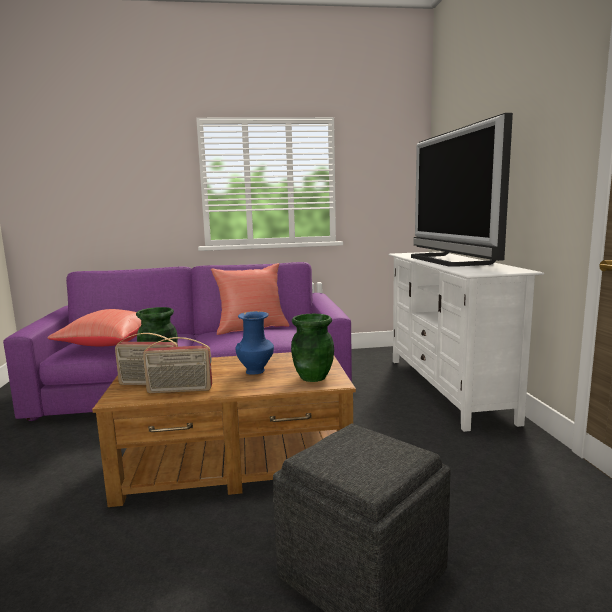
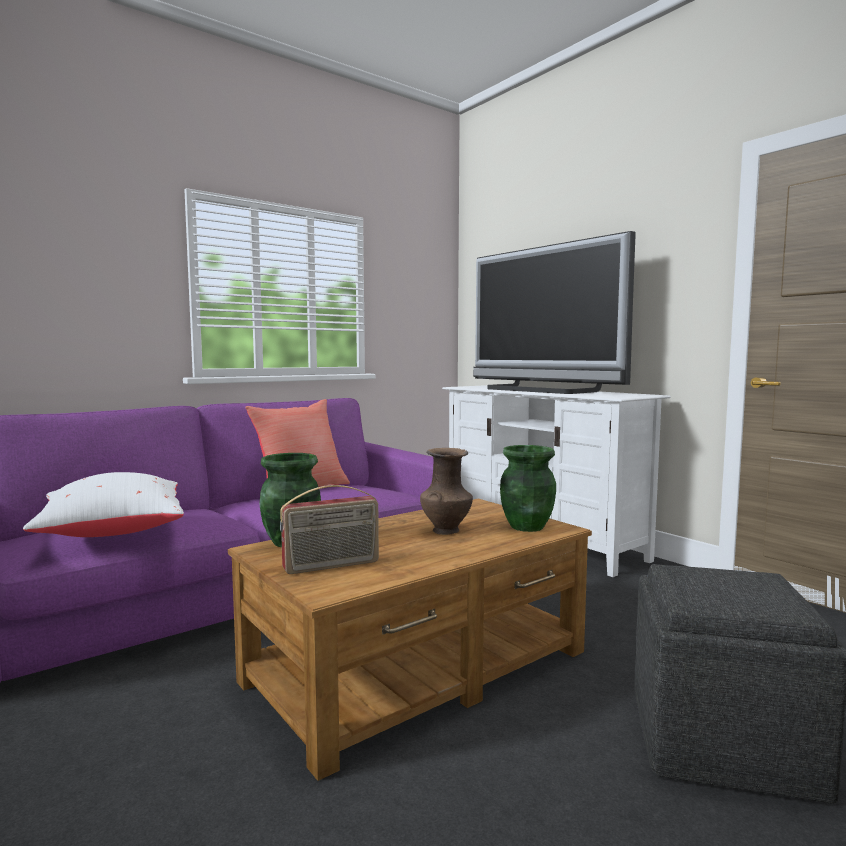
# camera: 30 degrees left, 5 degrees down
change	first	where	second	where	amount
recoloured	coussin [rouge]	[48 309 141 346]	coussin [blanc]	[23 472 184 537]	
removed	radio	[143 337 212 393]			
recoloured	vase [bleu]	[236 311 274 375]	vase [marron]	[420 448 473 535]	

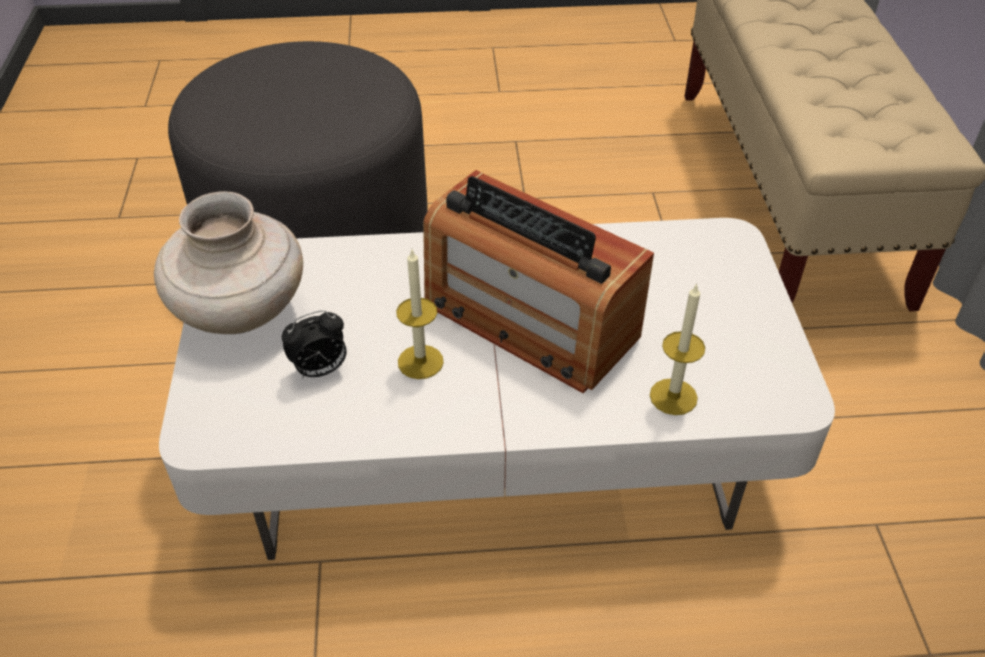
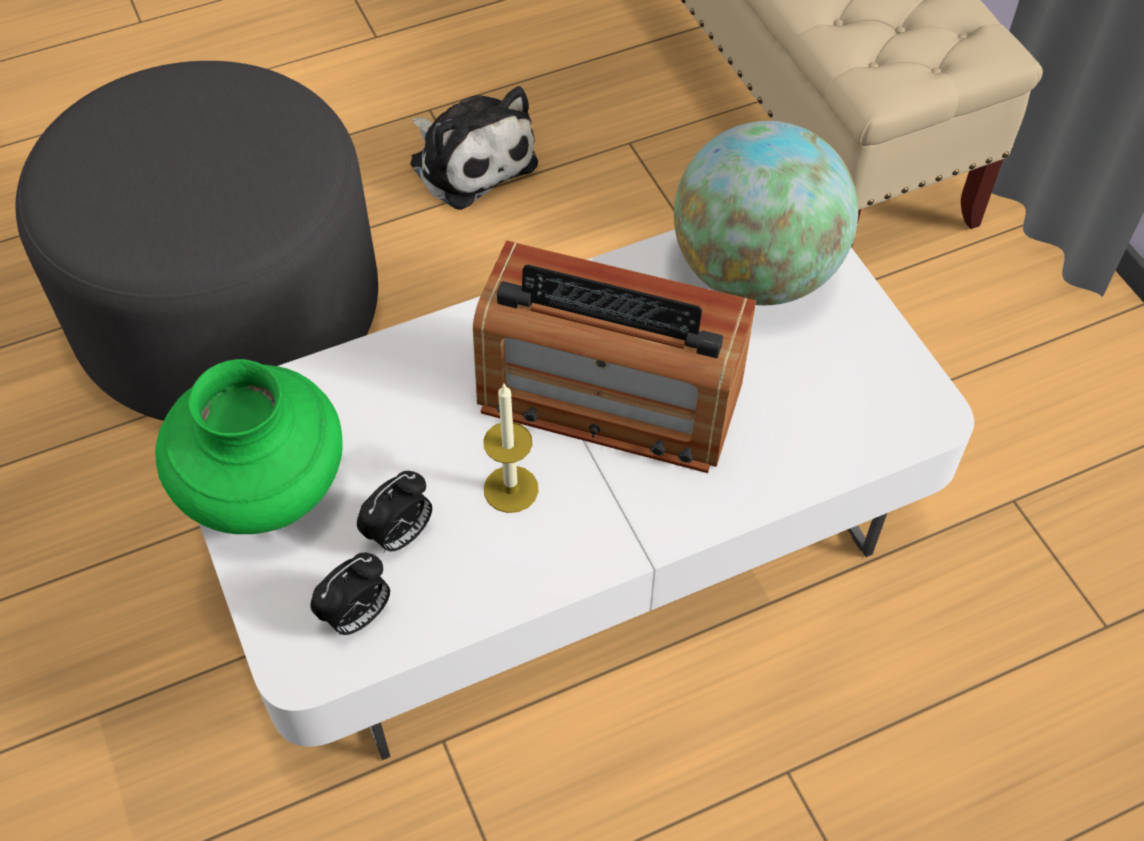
# camera: 20 degrees left, 10 degrees up
change	first	where	second	where	amount
recoloured	vase [beige]	[154 191 303 334]	vase [vert]	[155 359 342 534]	
removed	bougie	[650 284 705 415]			
added			réveil	[310 552 390 635]	
added			peluche	[410 86 538 210]	
added			globe	[674 121 858 305]	

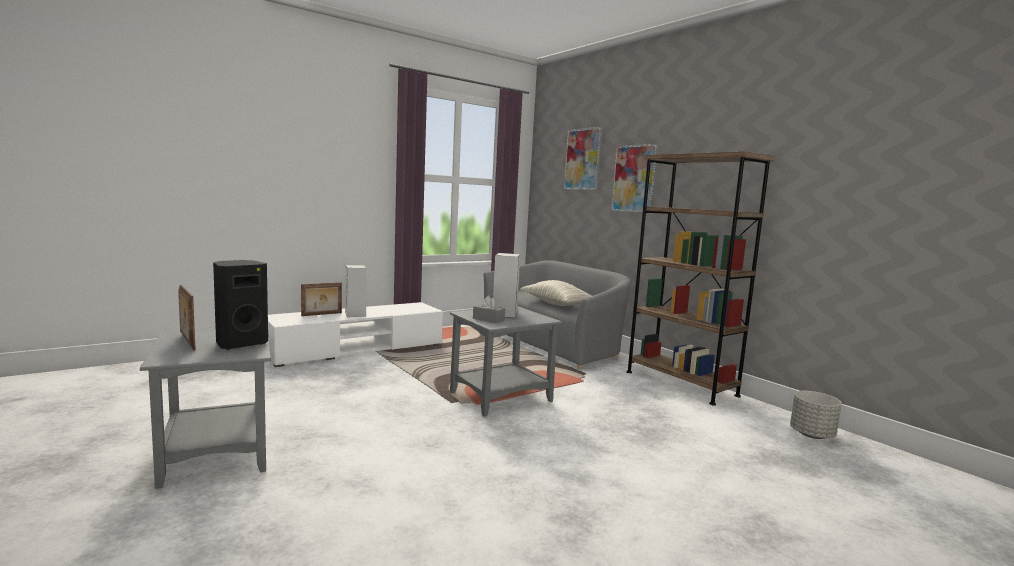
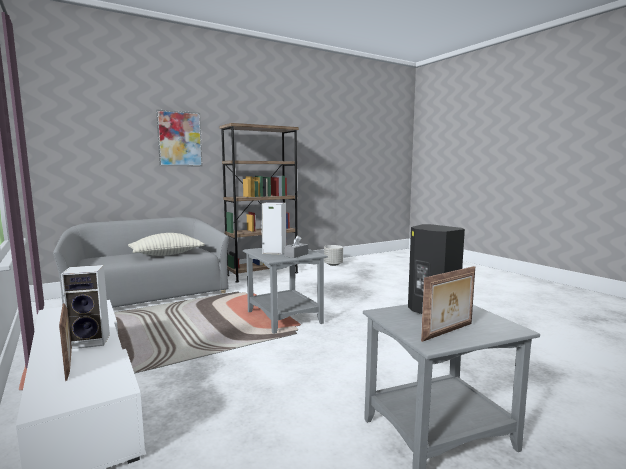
# camera: 85 degrees left, 0 degrees up
change	first	where	second	where	amount
removed	tableau	[564 127 603 190]			

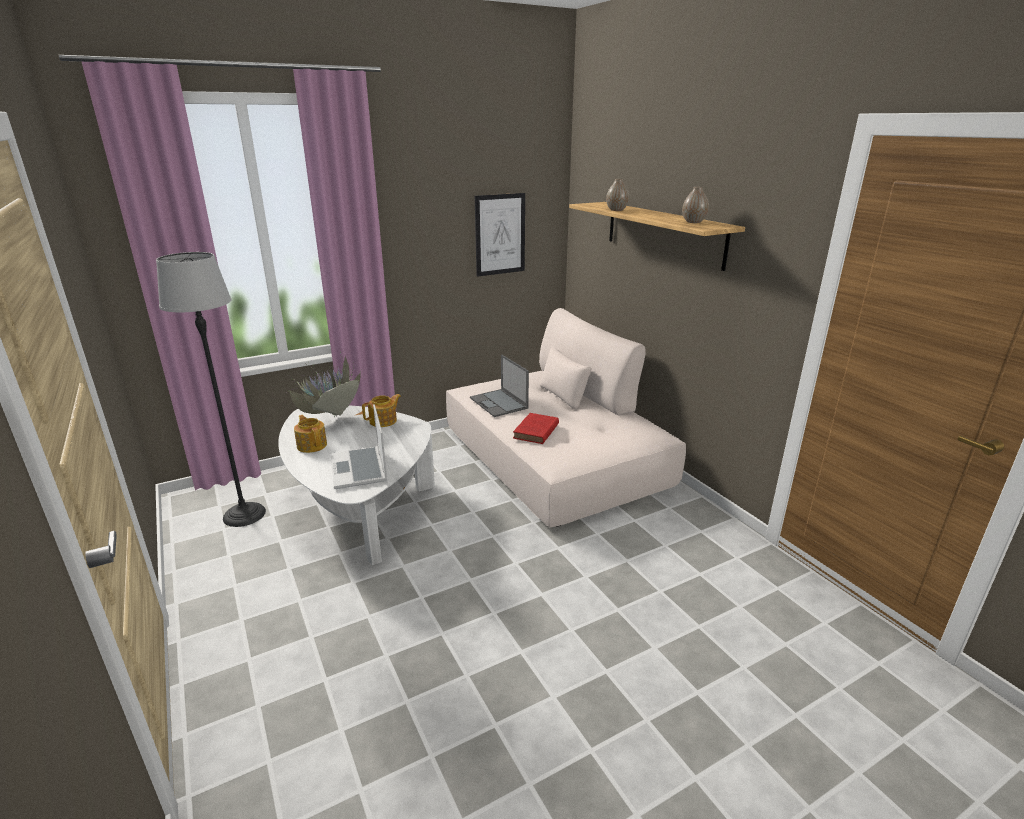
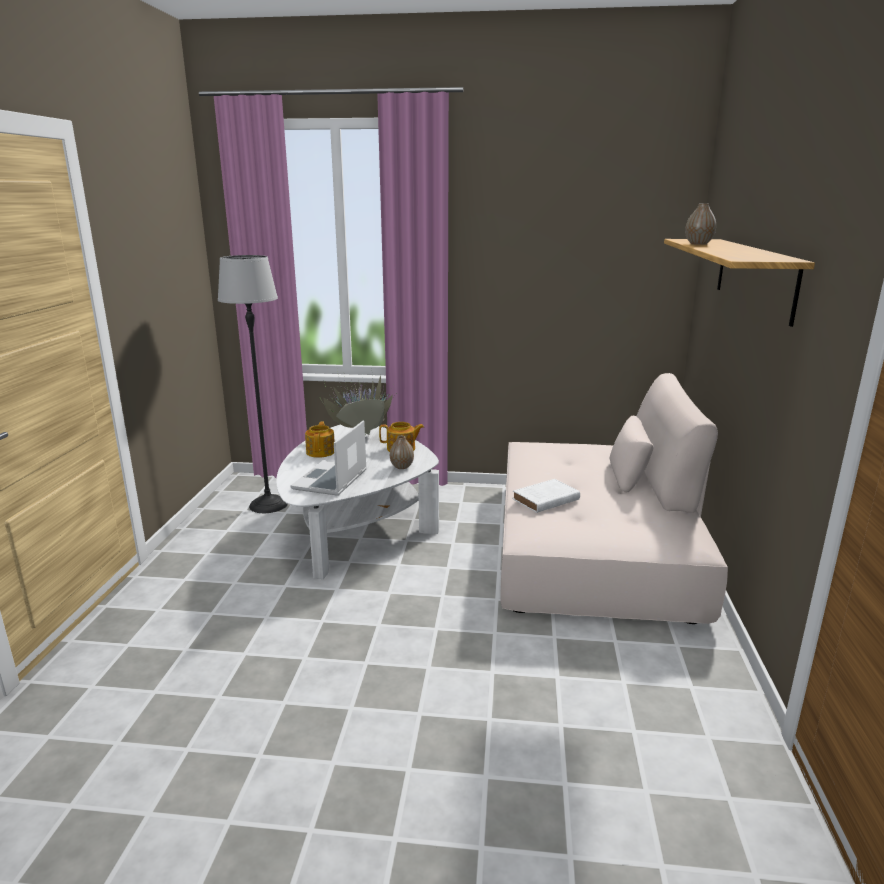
# camera: 35 degrees right, 5 degrees down
change	first	where	second	where	amount
removed	ordinateur portable	[470 355 529 417]			
removed	tableau	[475 193 525 277]			
recoloured	livre [rouge]	[513 413 559 444]	livre [blanc]	[512 479 580 513]	
moved	vase	[682 187 709 223]		[390 436 414 469]	

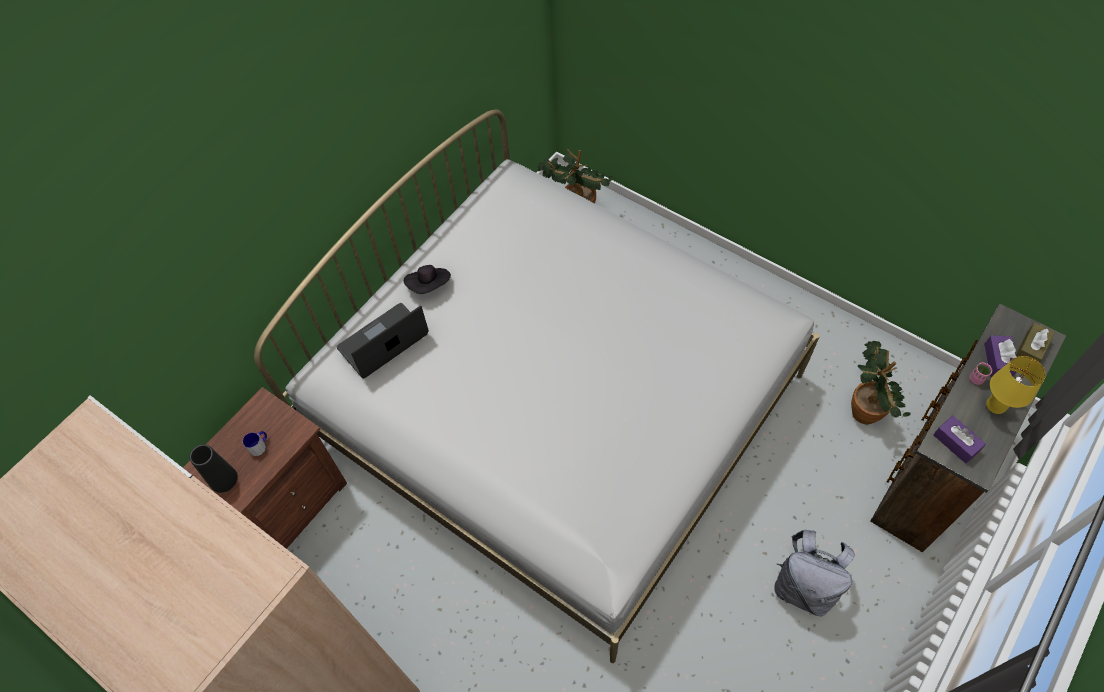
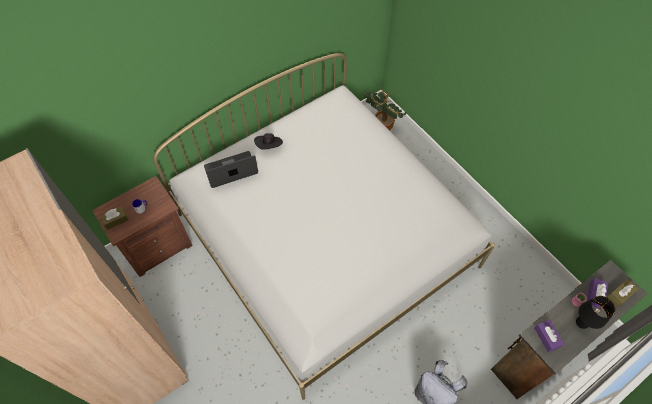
# camera: 15 degrees right, 0 degrees up
change	first	where	second	where	amount
replaced	vase [noir]	[190 444 238 493]	boîte à mouchoirs [marron]	[100 207 128 230]	
removed	plante en pot	[851 341 911 425]			
recoloured	lampe de table [jaune]	[986 356 1046 414]	lampe de table [noir]	[576 296 615 329]	

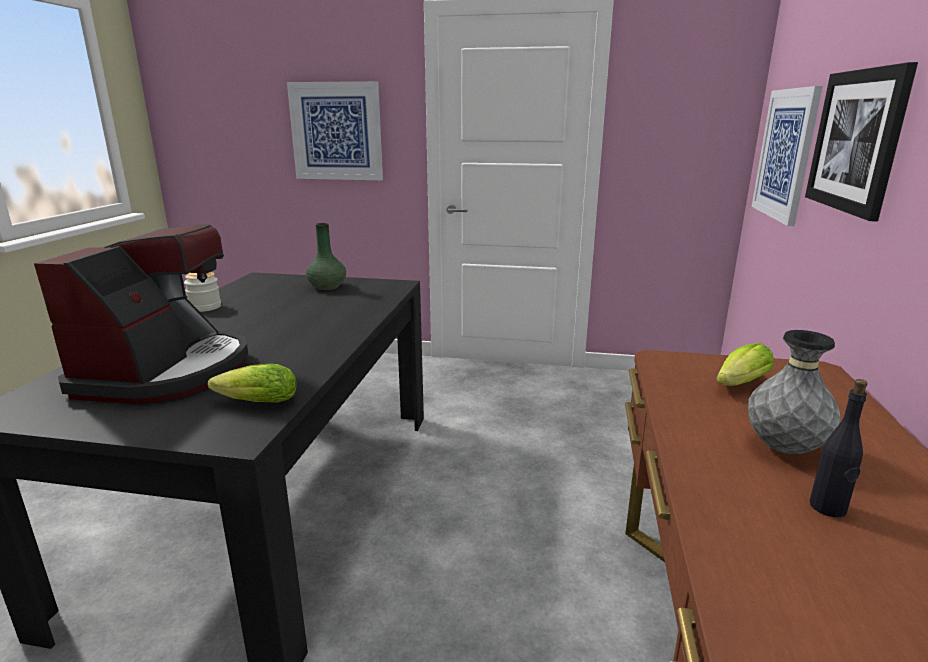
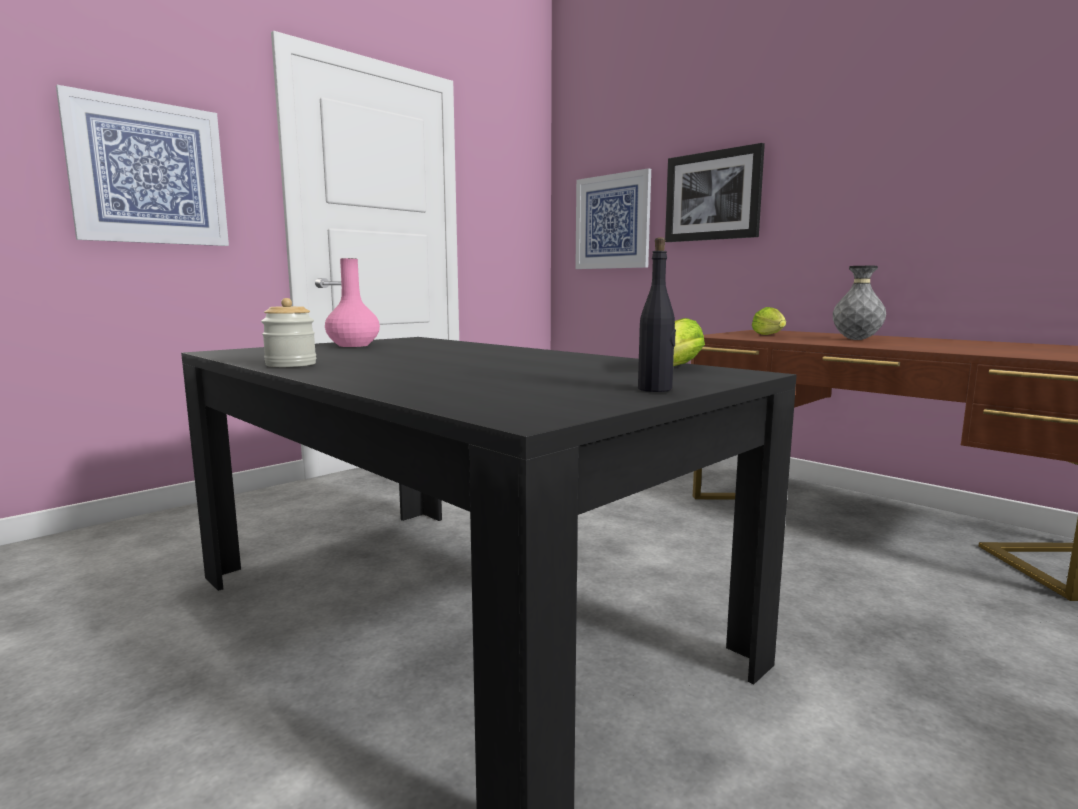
# camera: 55 degrees left, 10 degrees down
change	first	where	second	where	amount
removed	machine à café	[34 224 248 404]			
recoloured	vase [vert]	[306 223 346 290]	vase [rose]	[325 258 380 347]	
moved	bouteille [noir]	[810 379 868 517]		[638 237 676 392]	

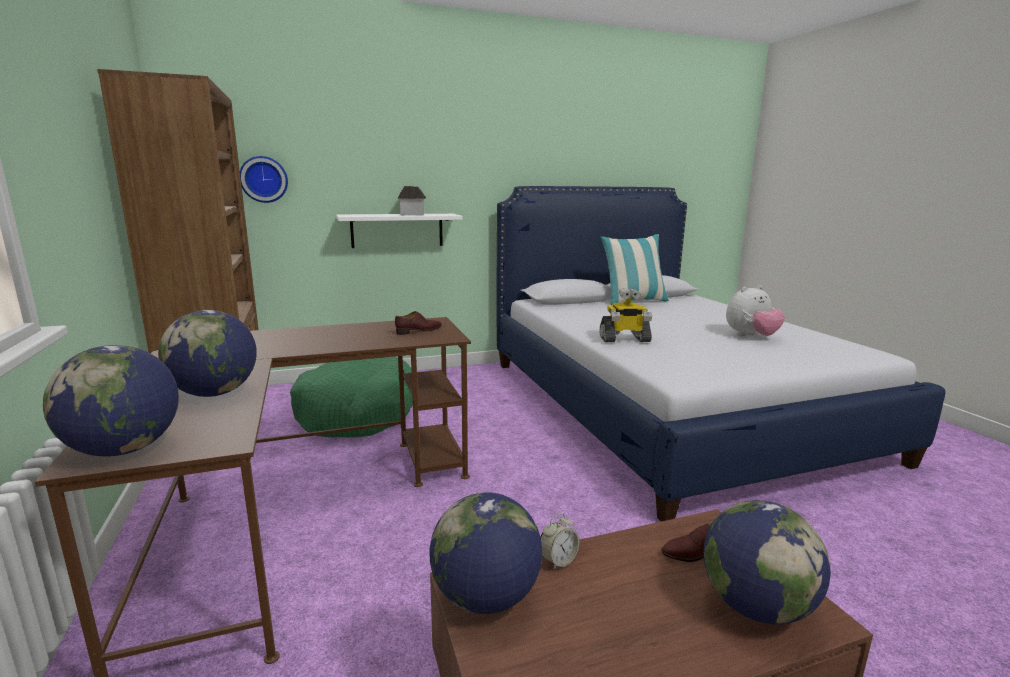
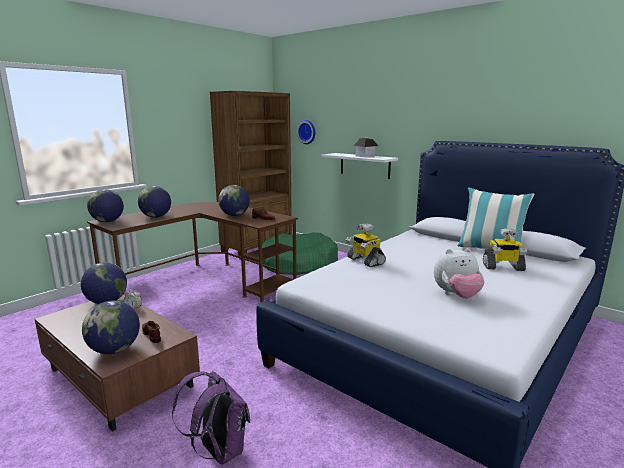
# camera: 60 degrees right, 0 degrees up
change	first	where	second	where	amount
turned	peluche	[726 285 785 337]		[434 248 484 299]	45 degrees counterclockwise
added			sac à dos [violet]	[172 371 250 465]	
added			globe	[218 185 250 216]	
added			robot jouet	[483 228 527 271]	

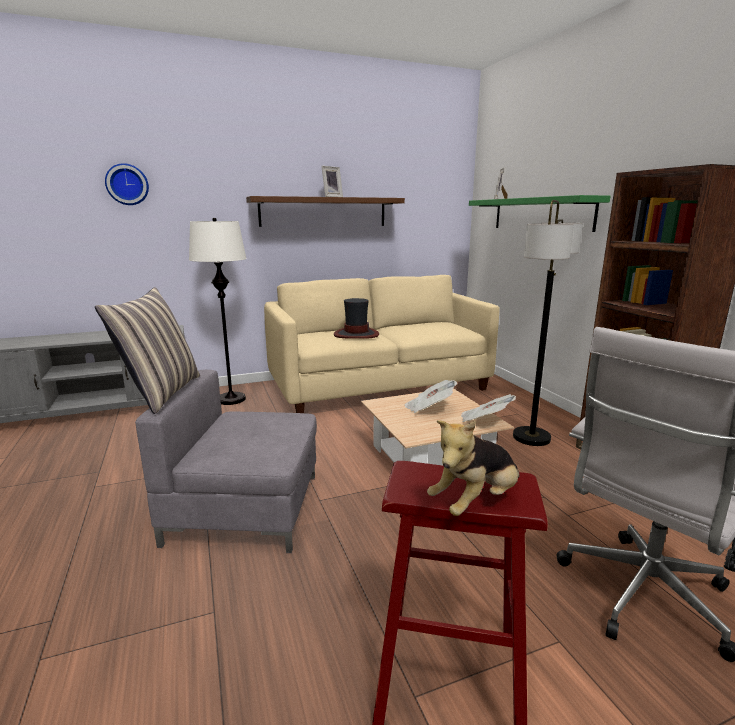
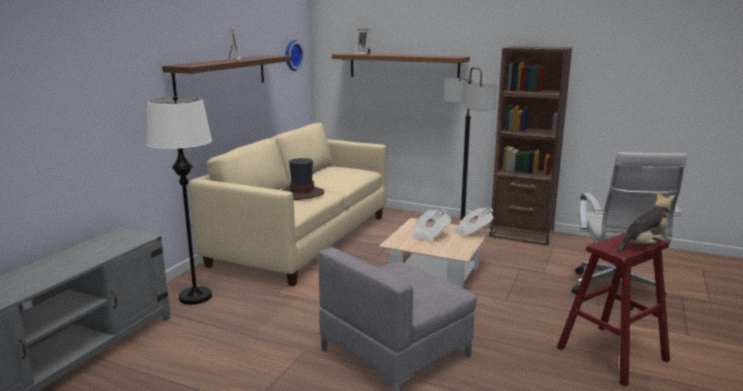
# camera: 45 degrees left, 0 degrees up
change	first	where	second	where	amount
removed	coussin	[95 287 200 414]			
moved	horloge murale	[105 163 149 205]		[285 40 304 71]	
turned	peluche	[427 420 519 516]		[618 191 675 253]	120 degrees counterclockwise
recoloured	étagère [vert]	[469 195 611 232]	étagère [marron]	[332 53 470 78]	

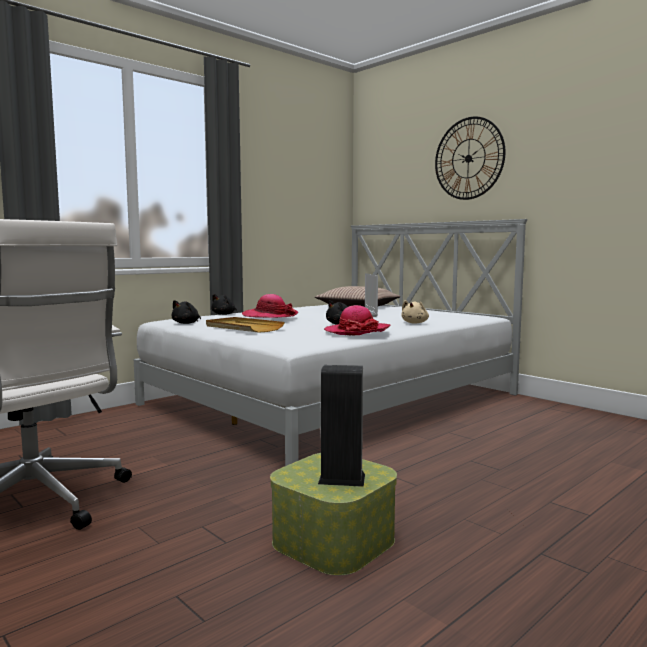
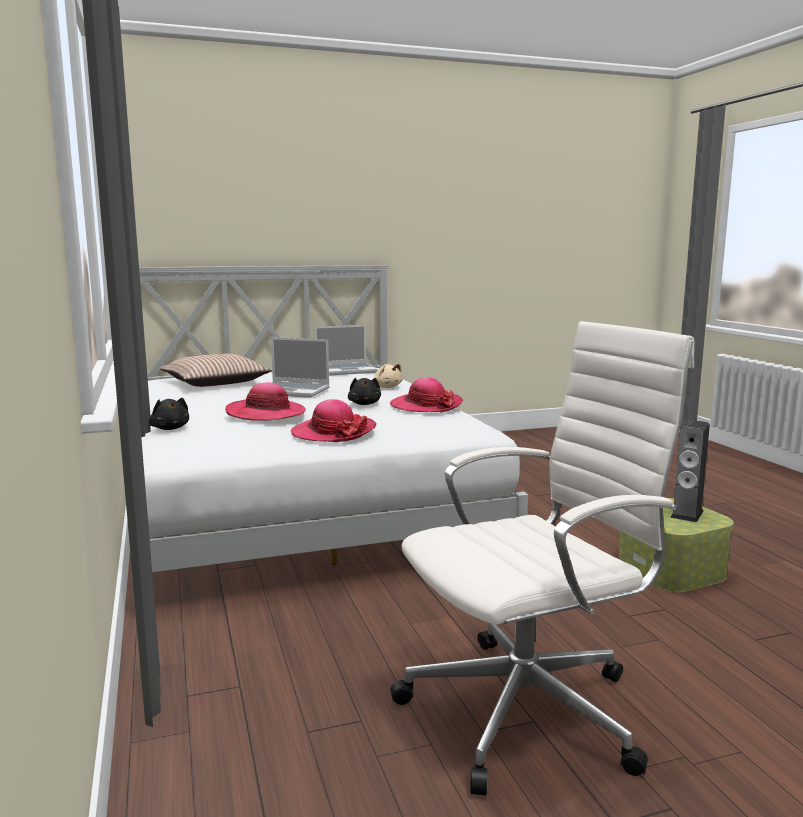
# camera: 65 degrees left, 5 degrees up
change	first	where	second	where	amount
removed	peluche [noir]	[172 300 201 324]			
replaced	plateau [beige]	[206 317 285 333]	chapeau	[291 399 377 442]	
removed	horloge murale	[435 116 505 200]			
added			ordinateur portable	[315 325 378 376]	

